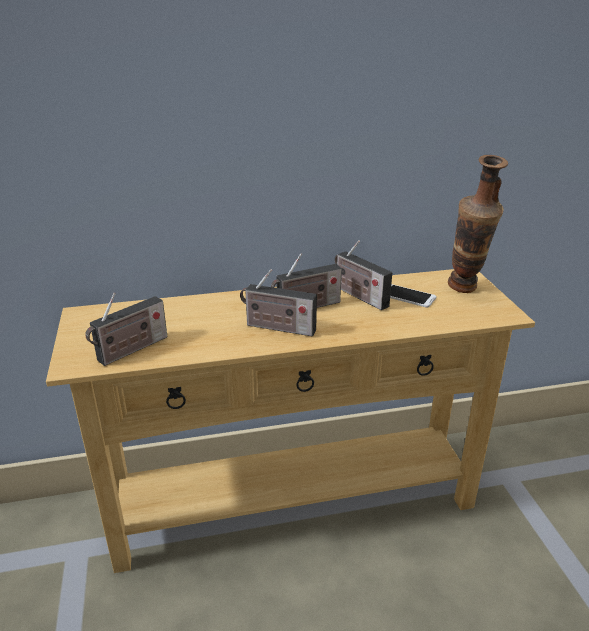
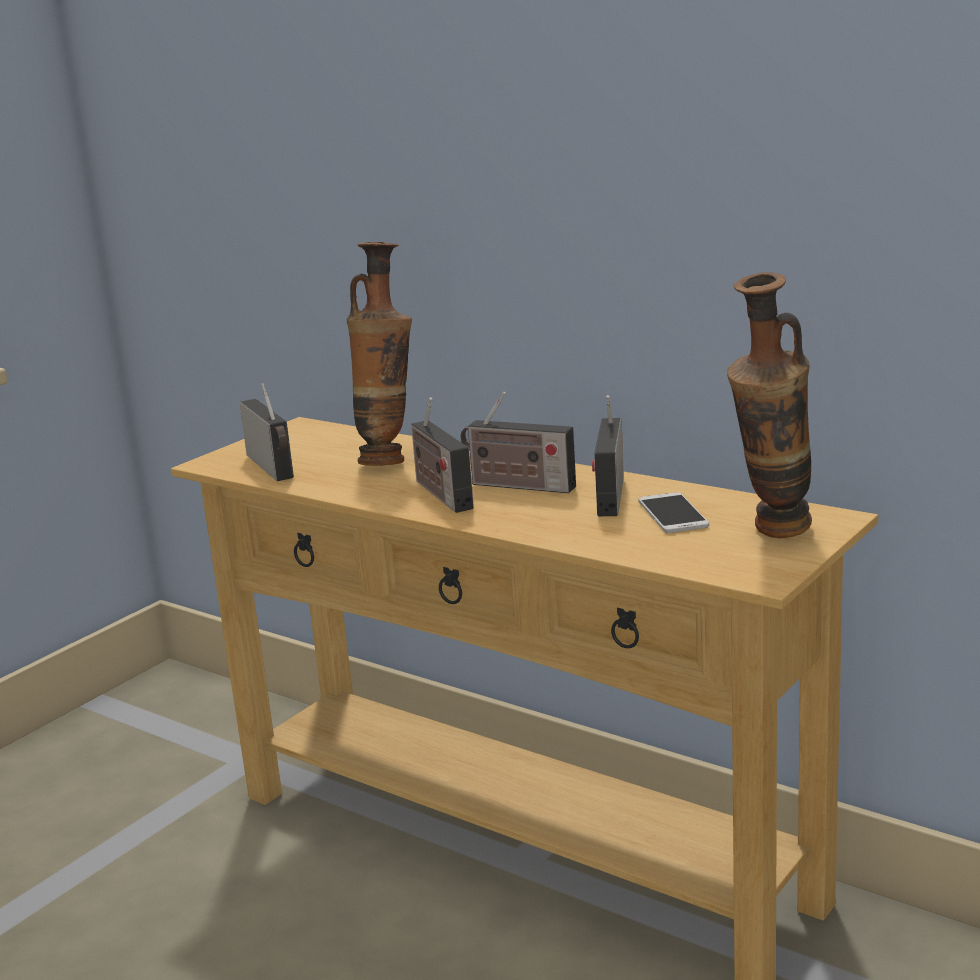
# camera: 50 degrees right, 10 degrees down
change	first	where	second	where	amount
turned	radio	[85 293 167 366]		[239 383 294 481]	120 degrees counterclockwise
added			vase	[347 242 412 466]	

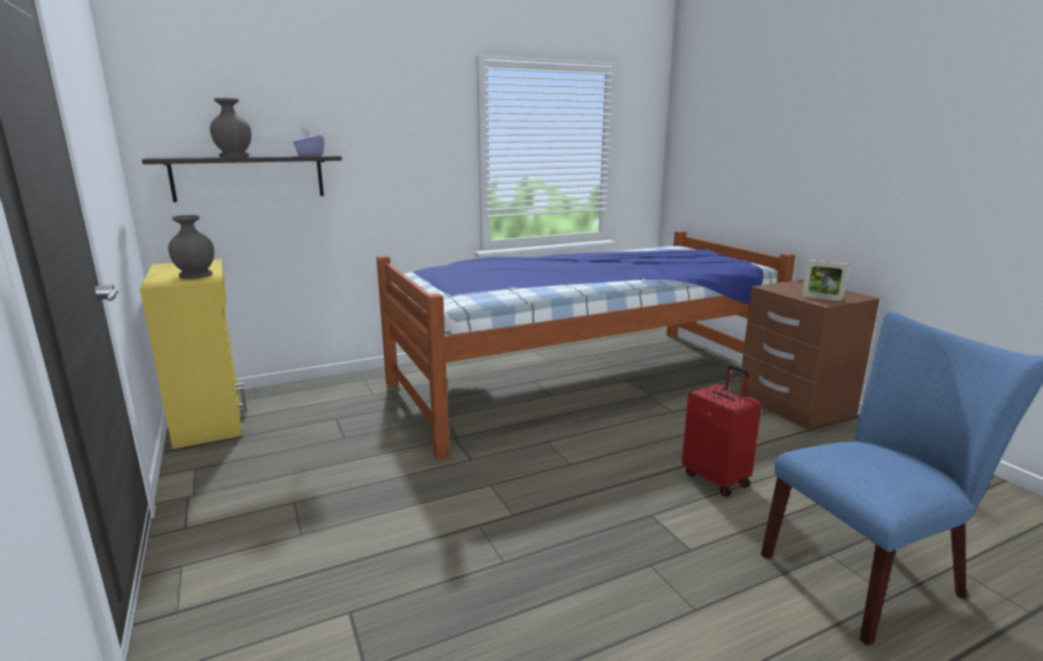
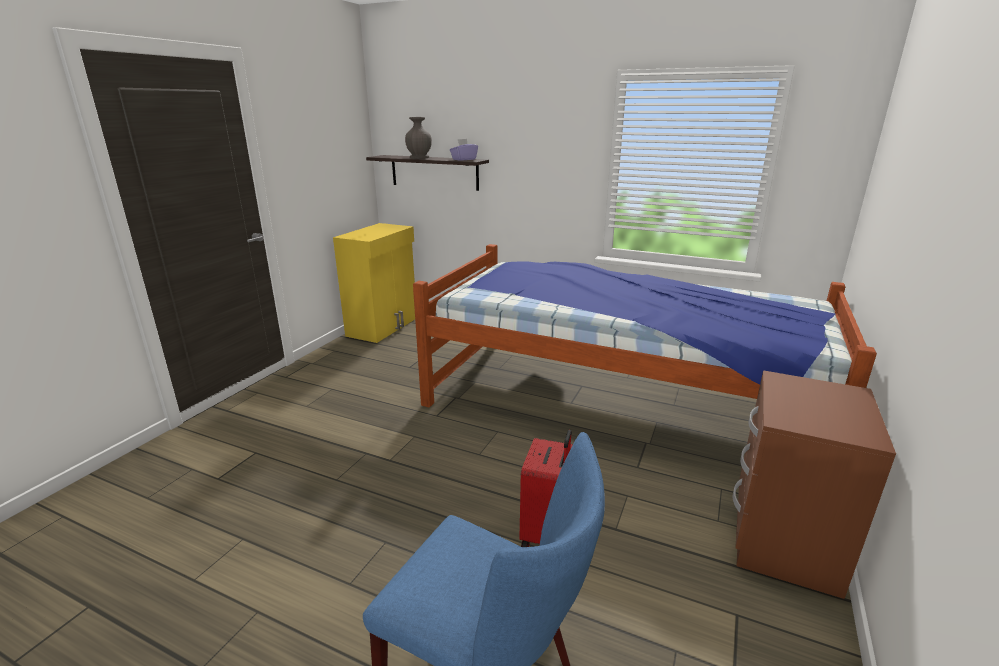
# camera: 50 degrees right, 5 degrees up
change	first	where	second	where	amount
removed	vase [gris]	[168 215 214 279]			
removed	cadre photo	[802 260 849 301]			

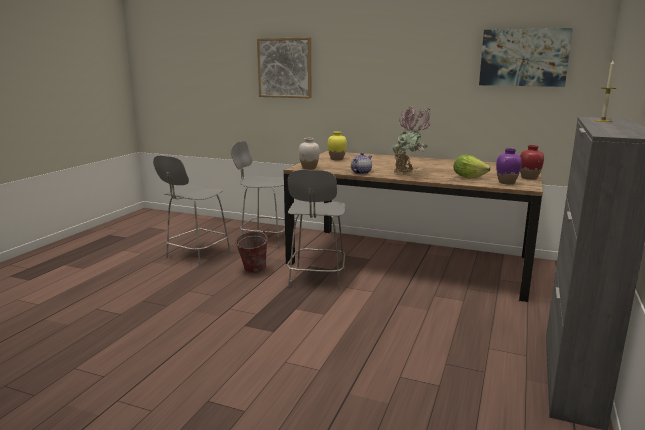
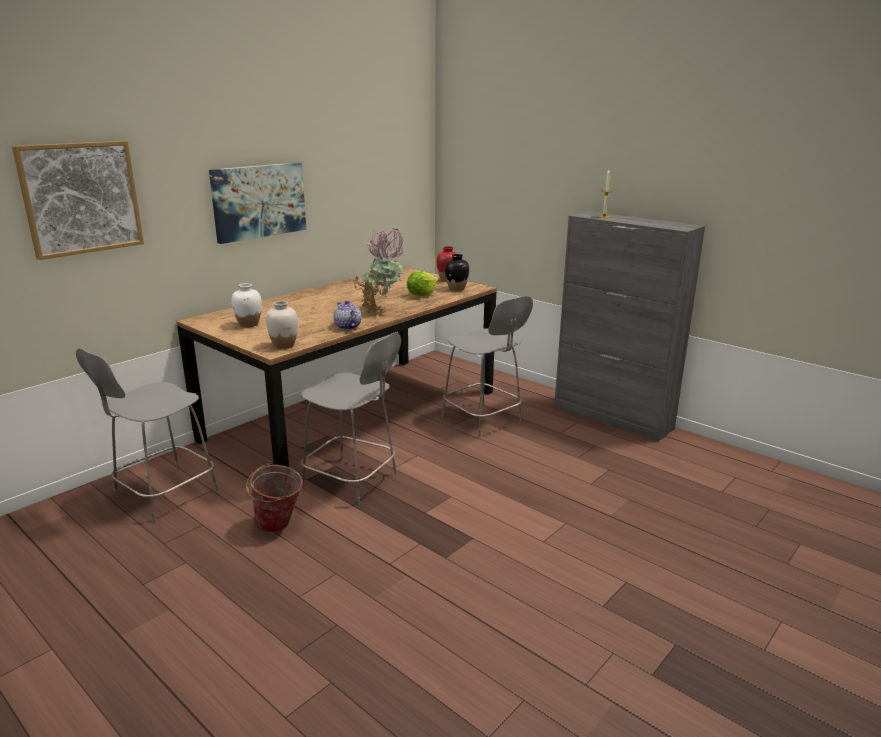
# camera: 70 degrees left, 5 degrees up
change	first	where	second	where	amount
moved	chaise [gris]	[153 155 231 267]		[441 296 533 438]	
recoloured	vase [jaune]	[328 131 347 160]	vase [blanc]	[231 283 262 327]	
moved	tableau	[479 28 573 87]		[209 162 306 244]	
recoloured	vase [violet]	[496 148 522 184]	vase [noir]	[445 254 469 291]	

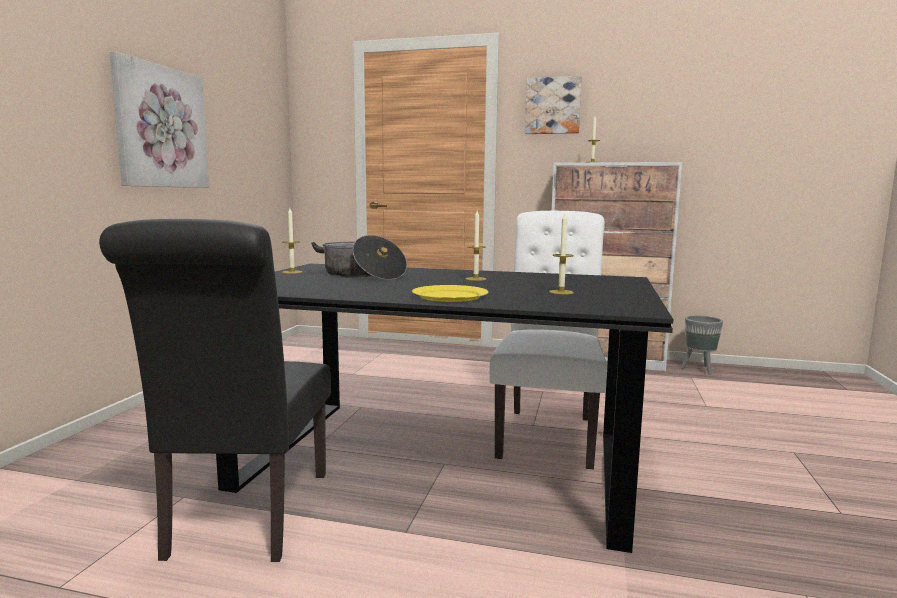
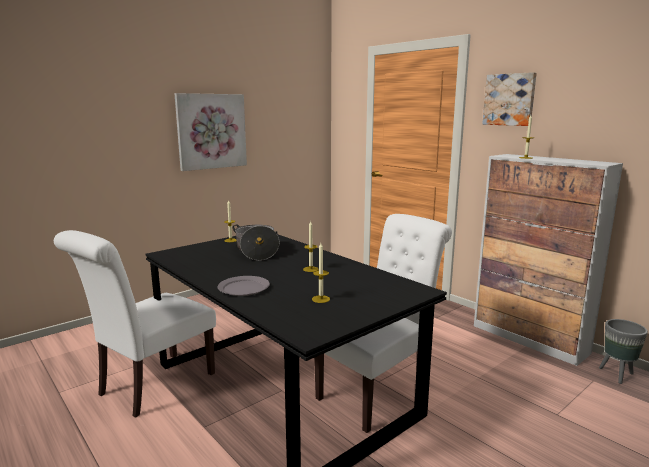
# camera: 35 degrees right, 5 degrees up
change	first	where	second	where	amount
recoloured	chaise [noir]	[99 219 331 562]	chaise [blanc]	[54 230 216 418]	
recoloured	assiette [jaune]	[412 285 488 302]	assiette [gris]	[218 276 270 296]	

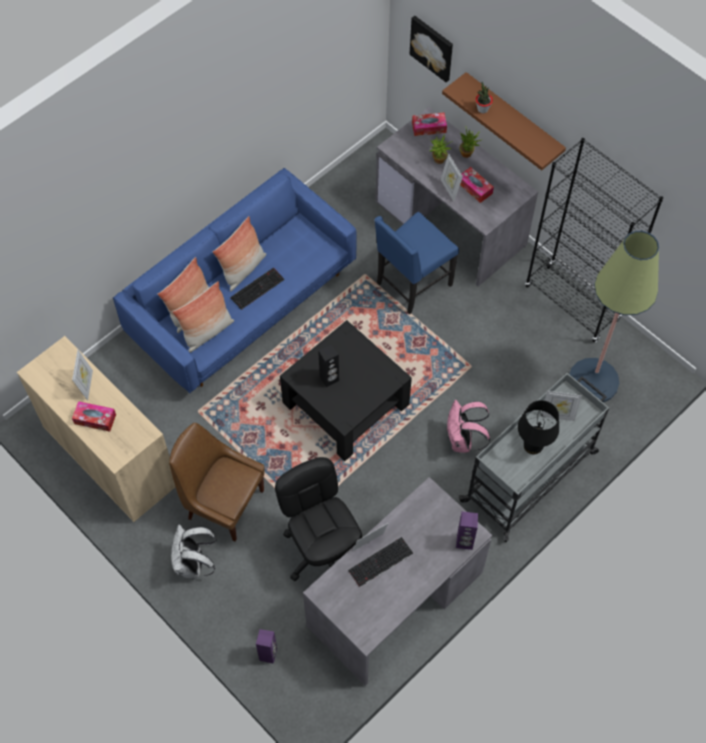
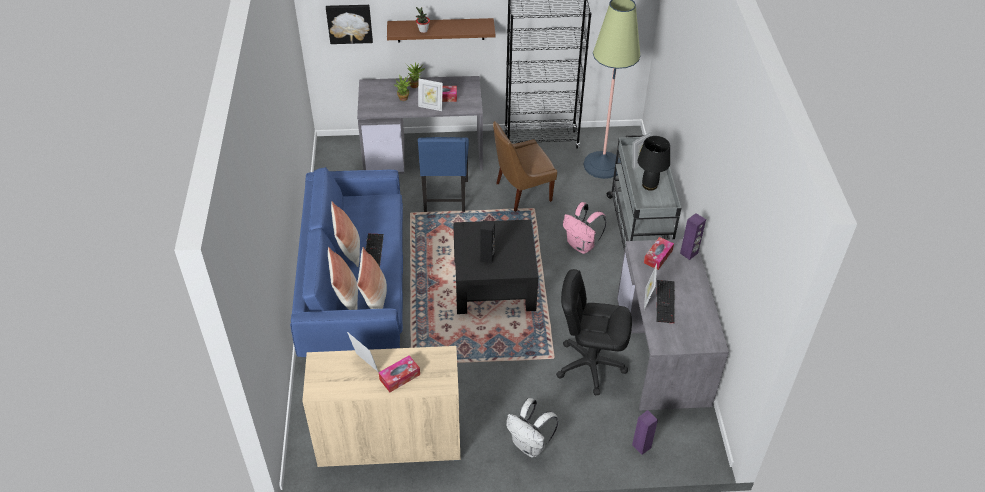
# camera: 50 degrees left, 15 degrees down
change	first	where	second	where	amount
moved	chaise [marron]	[169 423 265 541]		[493 121 557 212]	
moved	boîte à mouchoirs	[412 113 447 136]		[644 237 674 270]	

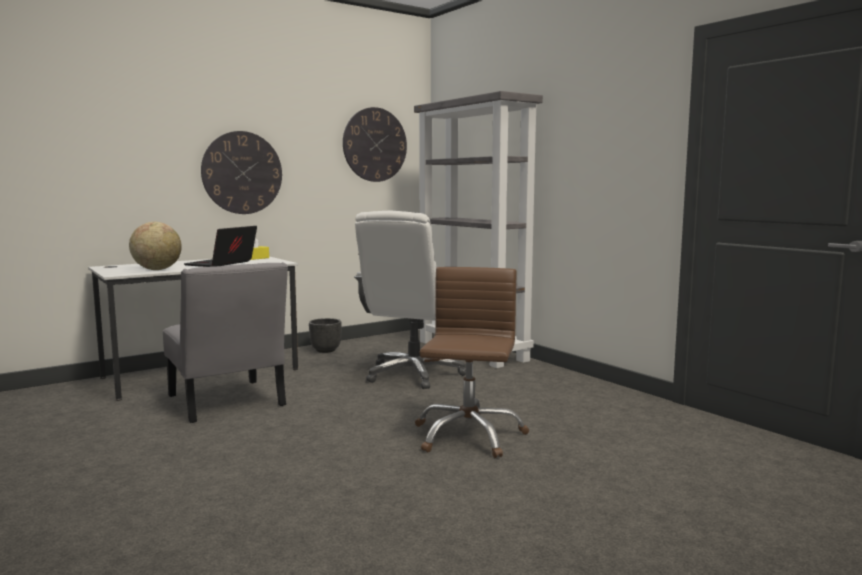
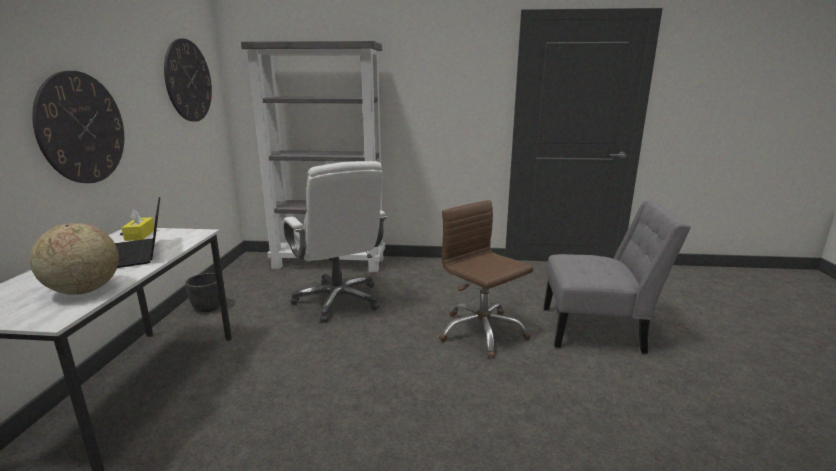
# camera: 50 degrees left, 10 degrees up
change	first	where	second	where	amount
moved	chaise [gris]	[163 262 288 423]		[544 200 691 354]	

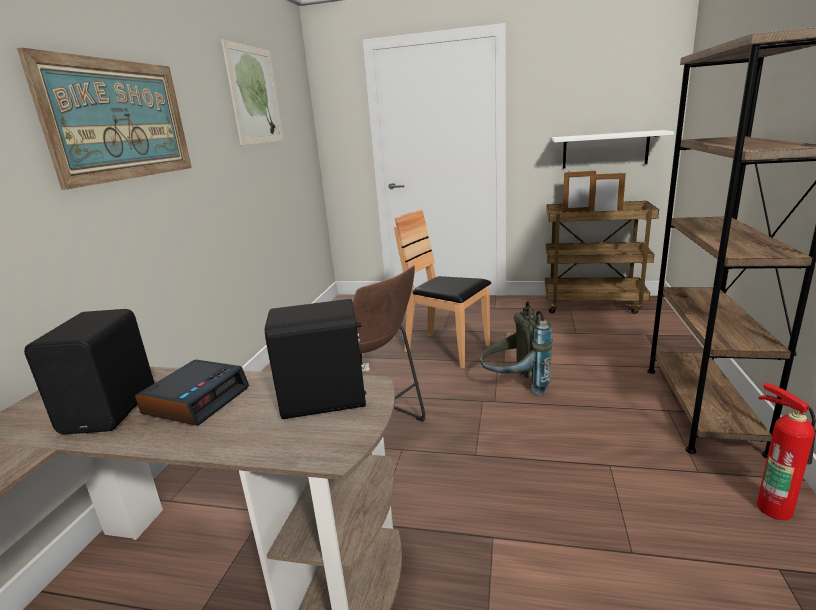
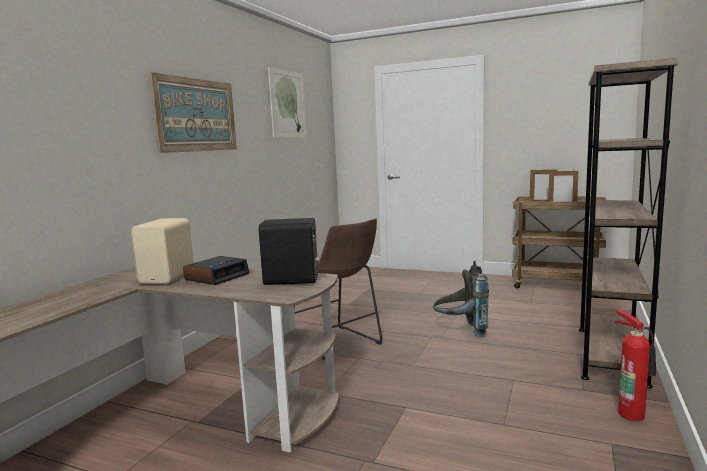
# camera: 10 degrees right, 10 degrees down
change	first	where	second	where	amount
recoloured	enceinte [noir]	[24 309 154 434]	enceinte [beige]	[131 218 194 284]	
removed	chaise [marron]	[394 210 491 369]			
removed	étagère [blanc]	[552 130 674 168]			

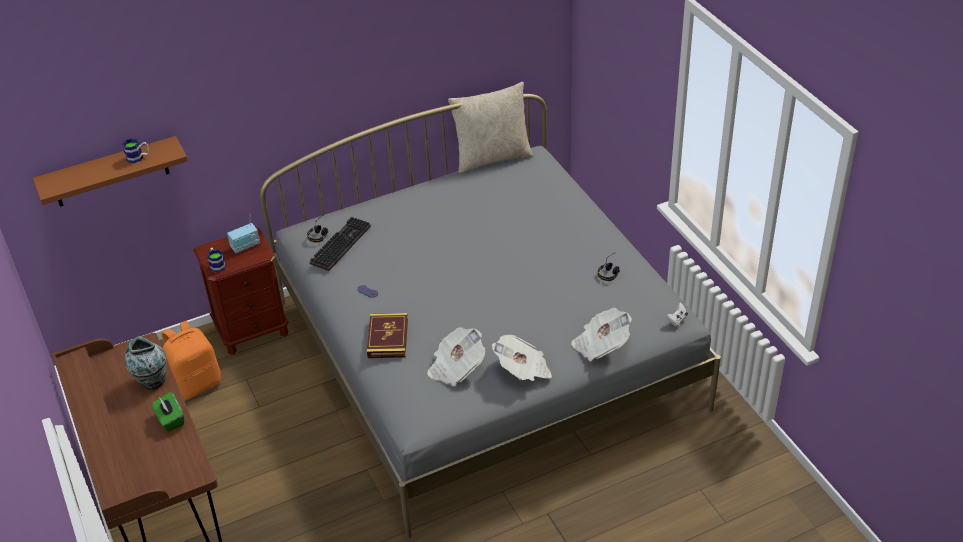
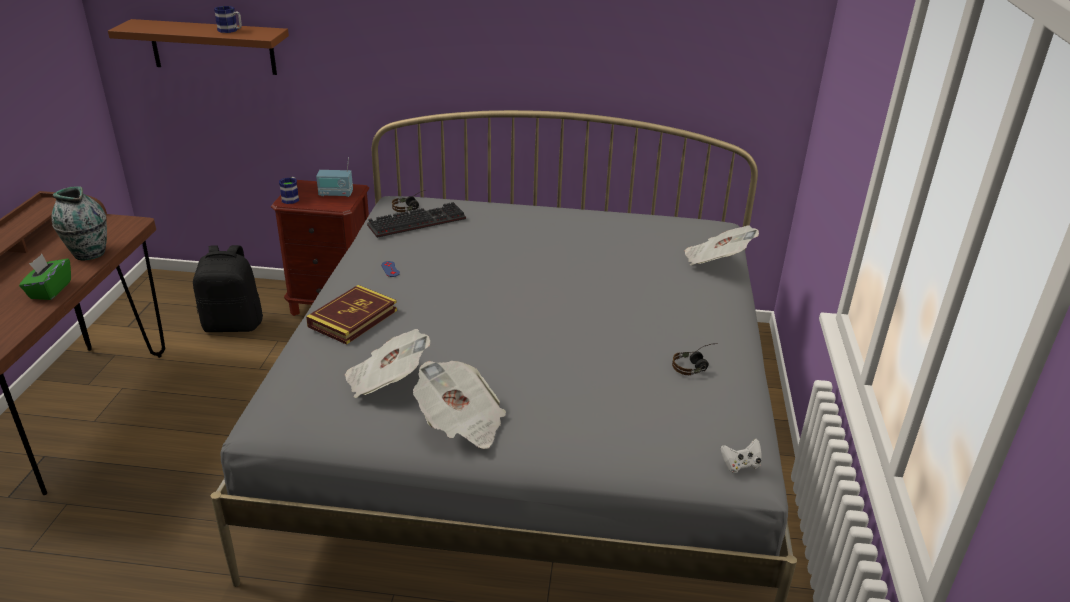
# camera: 30 degrees right, 10 degrees down
change	first	where	second	where	amount
recoloured	sac à dos [orange]	[161 320 221 400]	sac à dos [noir]	[193 245 263 332]	
removed	coussin [beige]	[448 82 534 173]			
moved	journal	[571 308 632 361]		[685 225 759 265]	

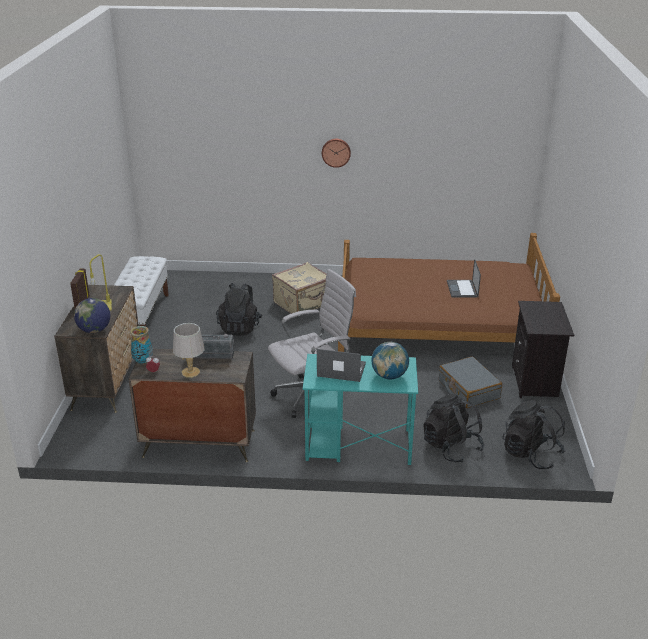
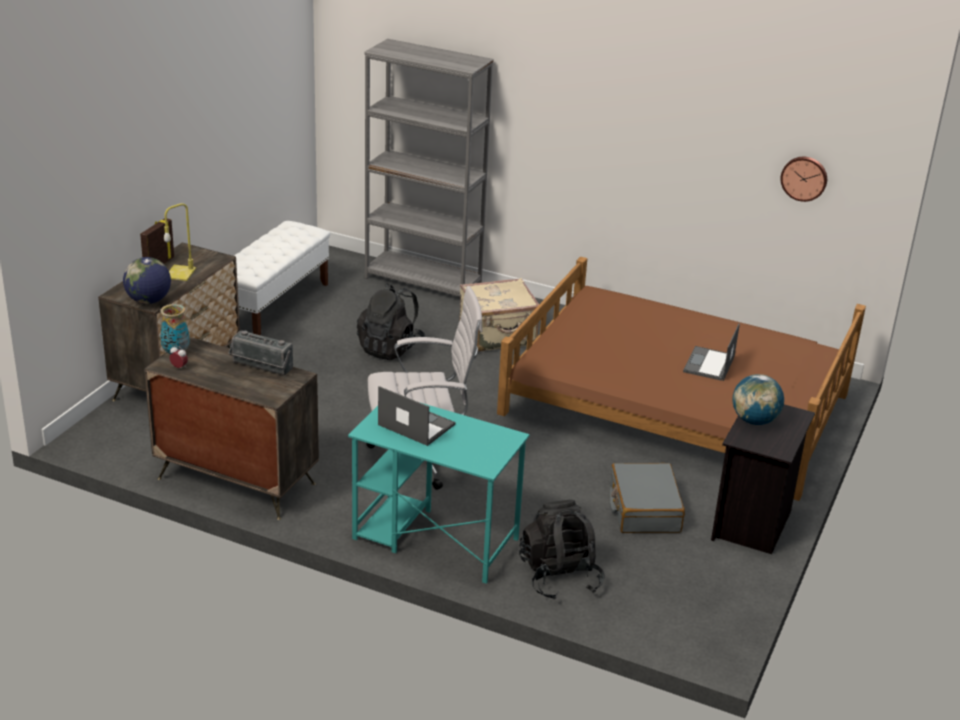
# camera: 20 degrees right, 0 degrees up
change	first	where	second	where	amount
removed	lampe de table [gris]	[173 323 205 378]			
moved	horloge murale	[322 139 351 168]		[781 157 827 202]	
moved	globe	[371 342 409 379]		[733 374 784 425]	
removed	sac à dos [noir]	[502 400 566 469]			
added			bibliothèque [gris]	[365 39 494 300]	

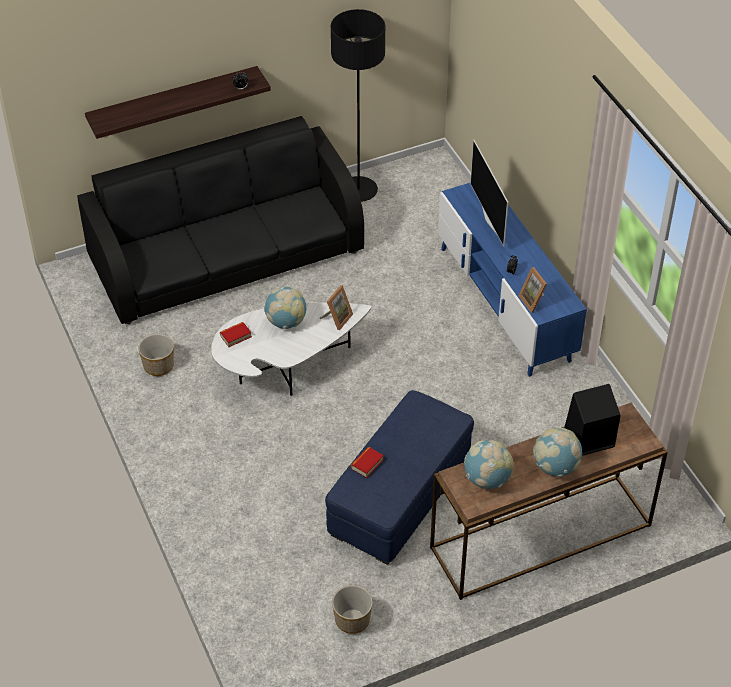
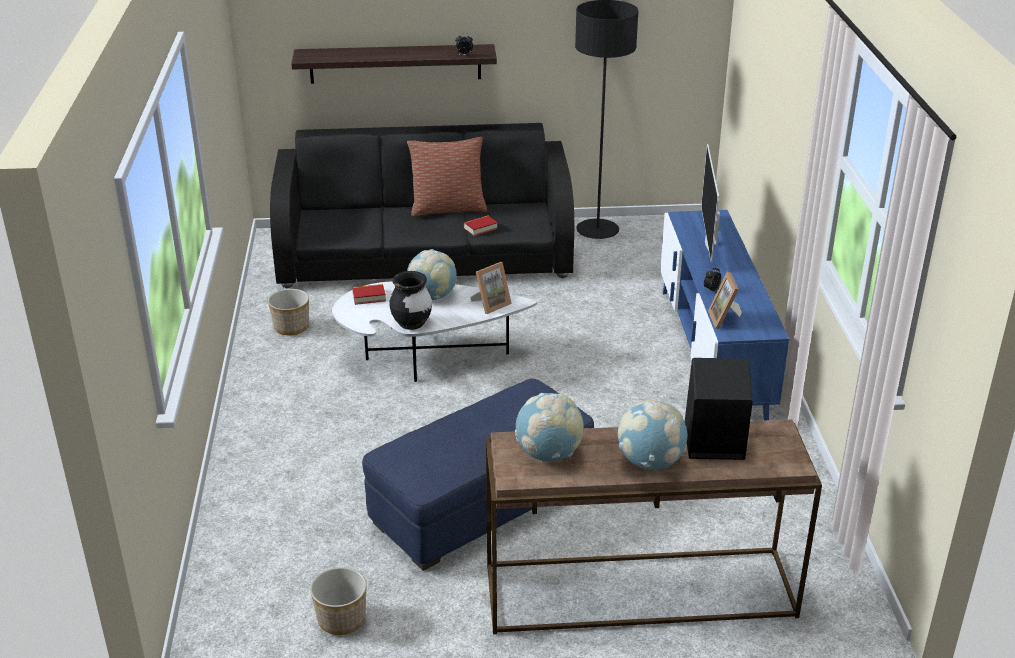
# camera: 20 degrees right, 15 degrees down
change	first	where	second	where	amount
moved	livre	[351 447 384 478]		[464 215 498 236]	
added			vase [noir]	[389 271 432 330]	
added			coussin	[407 137 487 217]	

